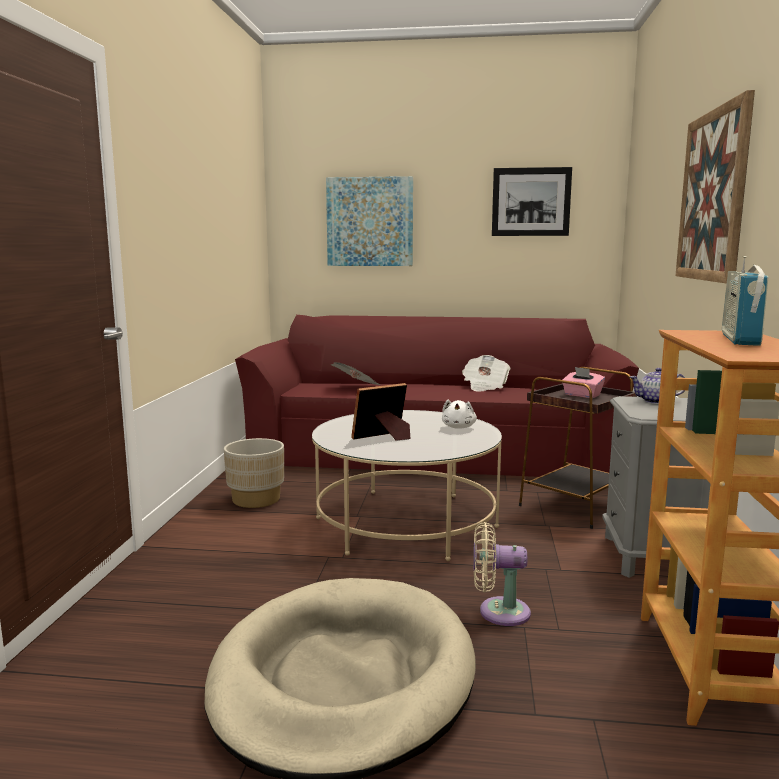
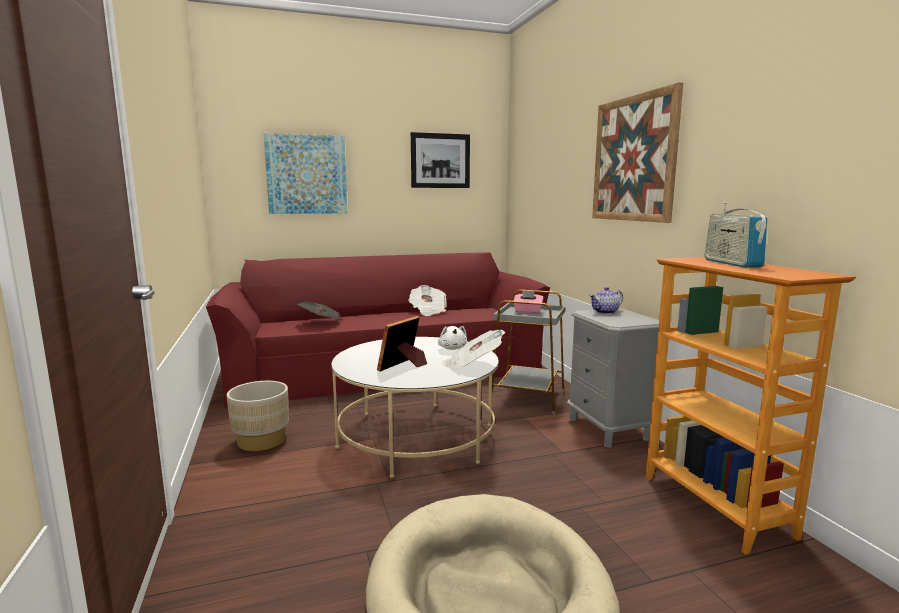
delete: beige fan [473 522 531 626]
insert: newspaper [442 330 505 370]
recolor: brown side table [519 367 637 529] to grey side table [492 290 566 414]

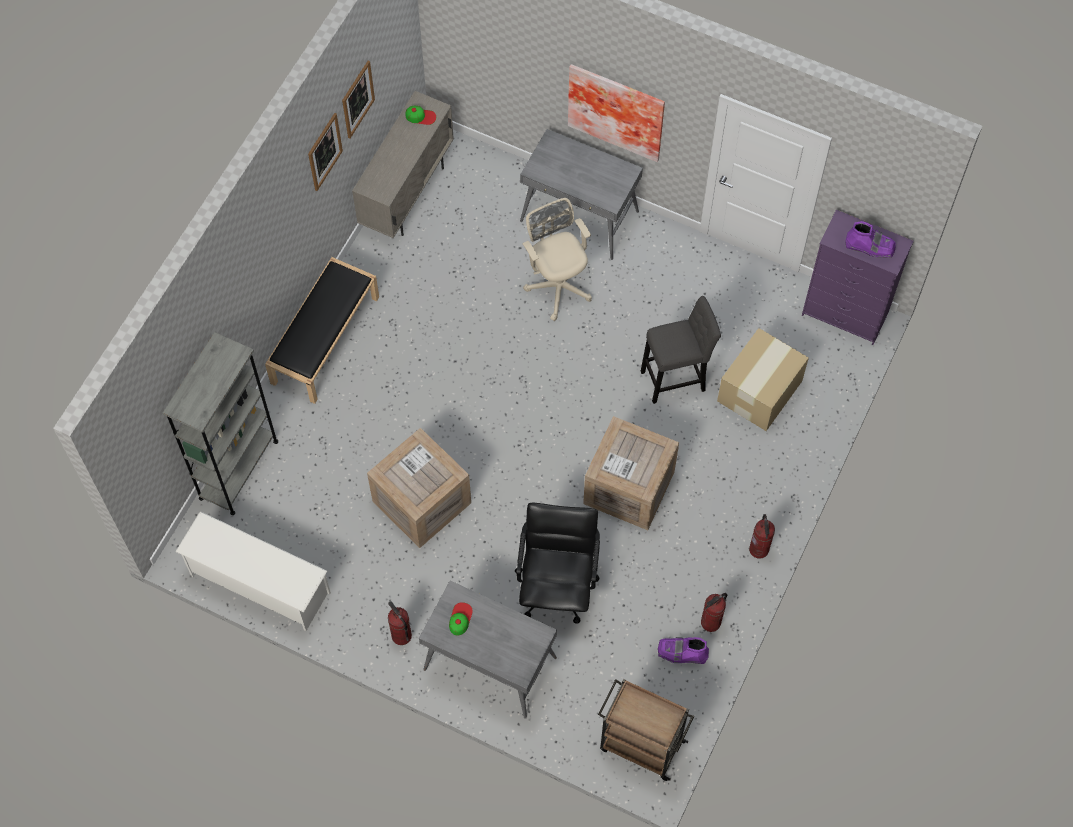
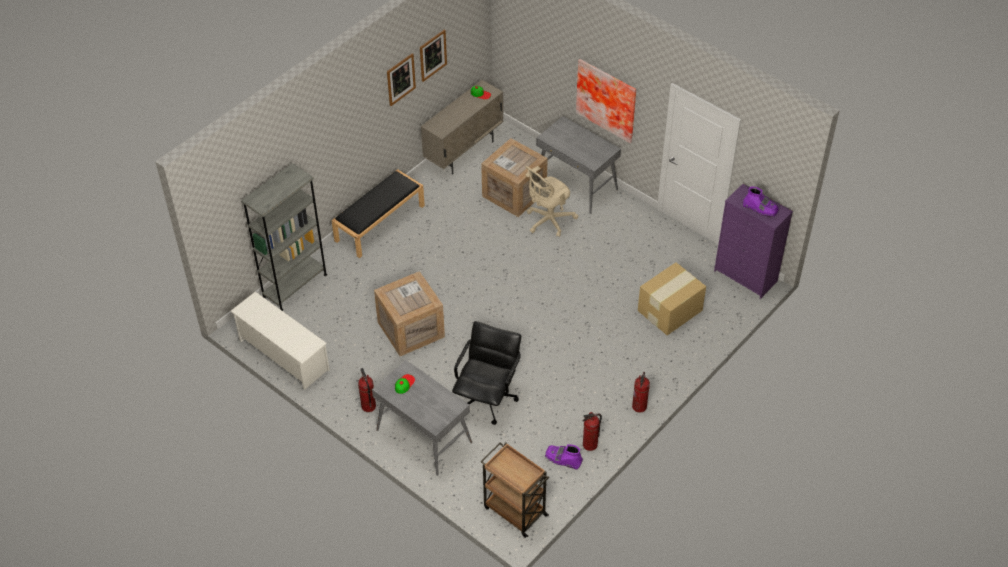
delete: grey stool [641 296 721 404]
move: crate [583 416 679 530] to [481 138 548 217]
rotate: beige office chair [522 198 592 321] = [525 166 578 237] 120 degrees counterclockwise

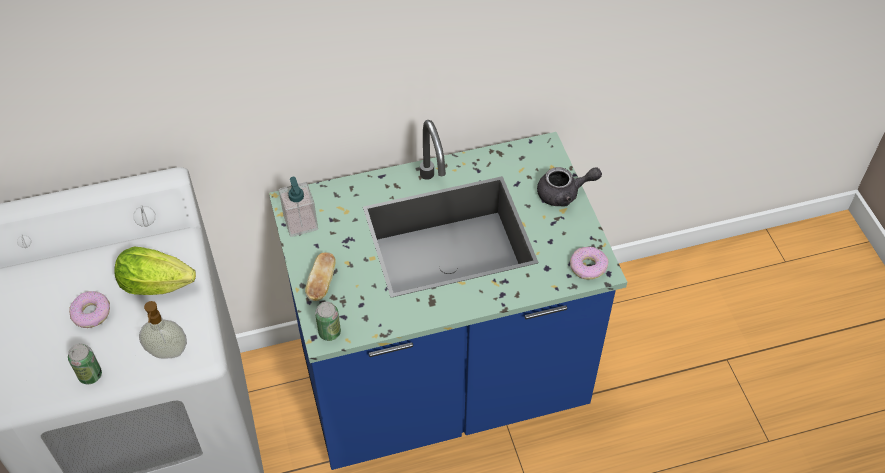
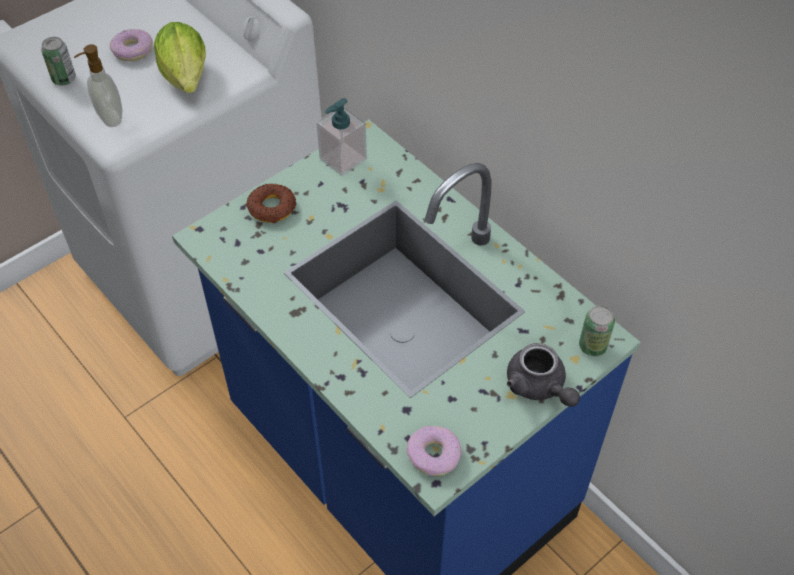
move: can [315 302 341 341] to [579 305 615 357]
replace: bread [305 252 336 301] to donut [247 184 296 223]

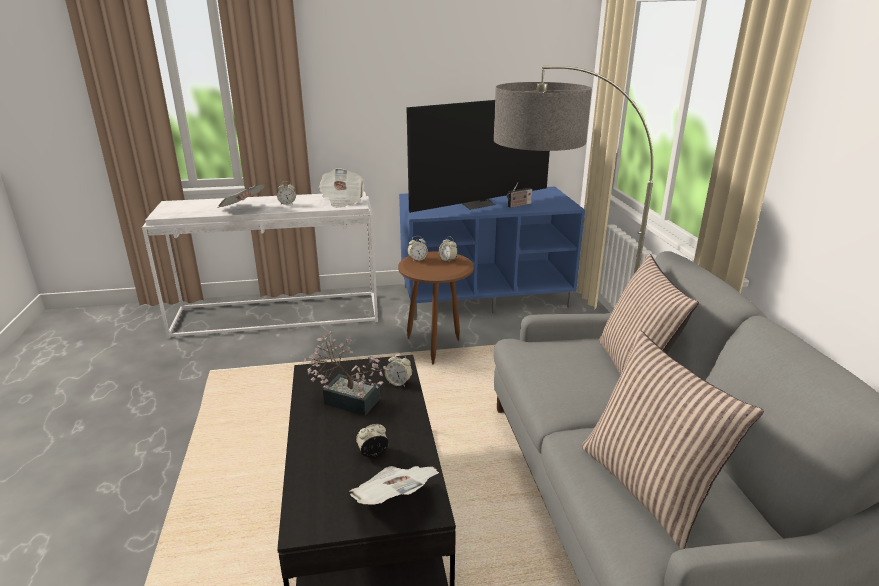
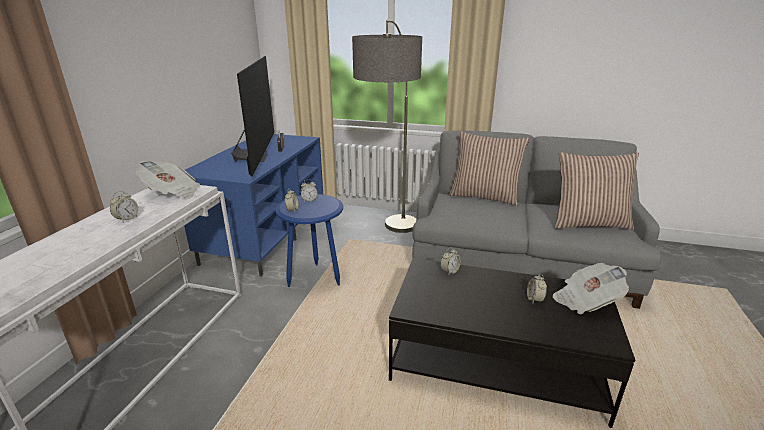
delete: newspaper [217 184 265 208]; potted plant [303 331 389 416]
recolor: brown side table [398 251 474 365] to blue side table [276 194 343 287]

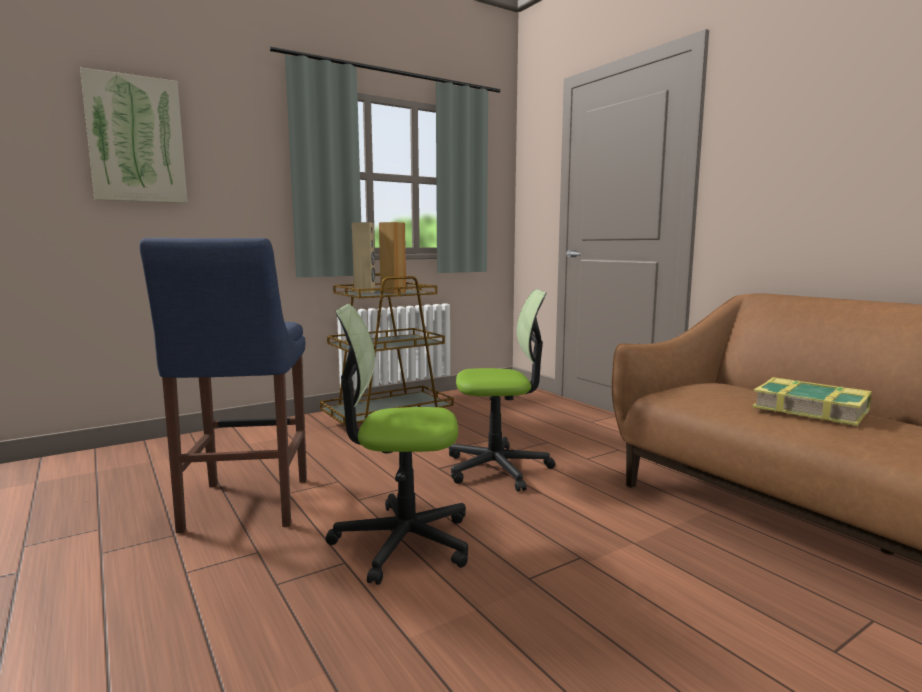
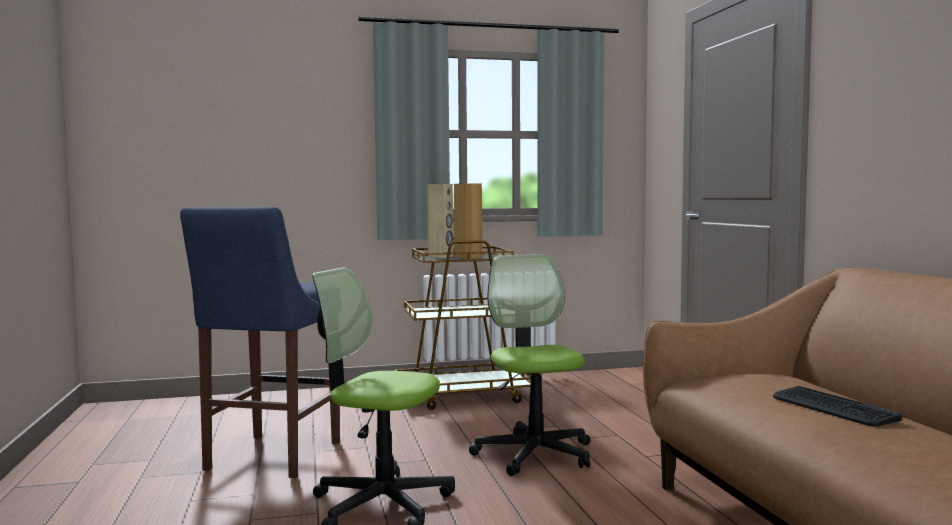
delete: picture [80 67 187 203]
replace: book [752 377 872 426] to keyboard [773 386 902 427]
rotate: office chair [449 289 555 492] = [469 254 590 476] 120 degrees counterclockwise

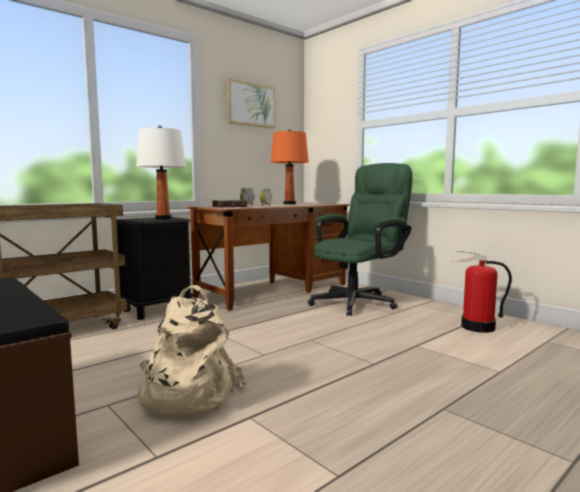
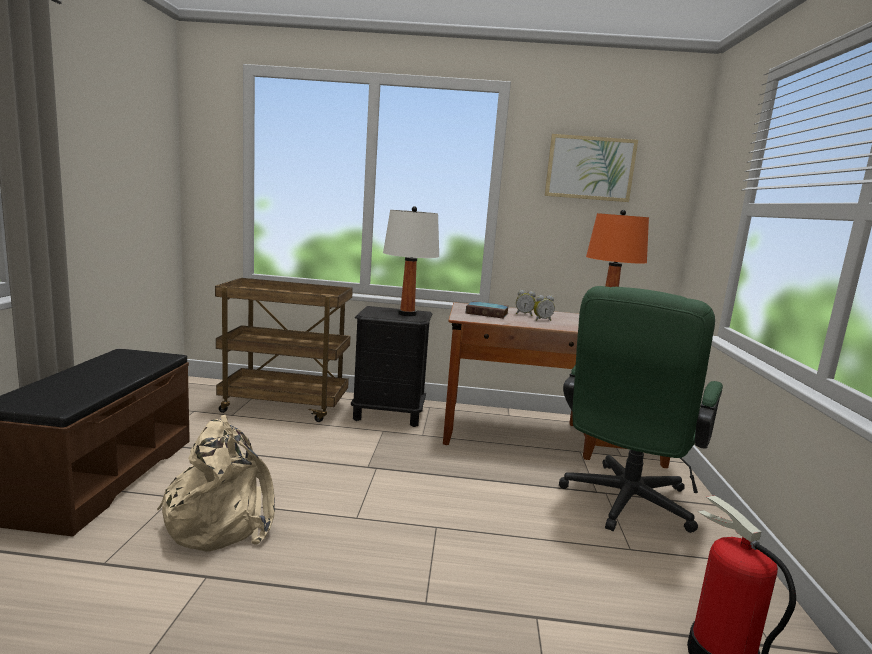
rotate: green office chair [308 163 413 316] = [559 286 723 533] 120 degrees clockwise

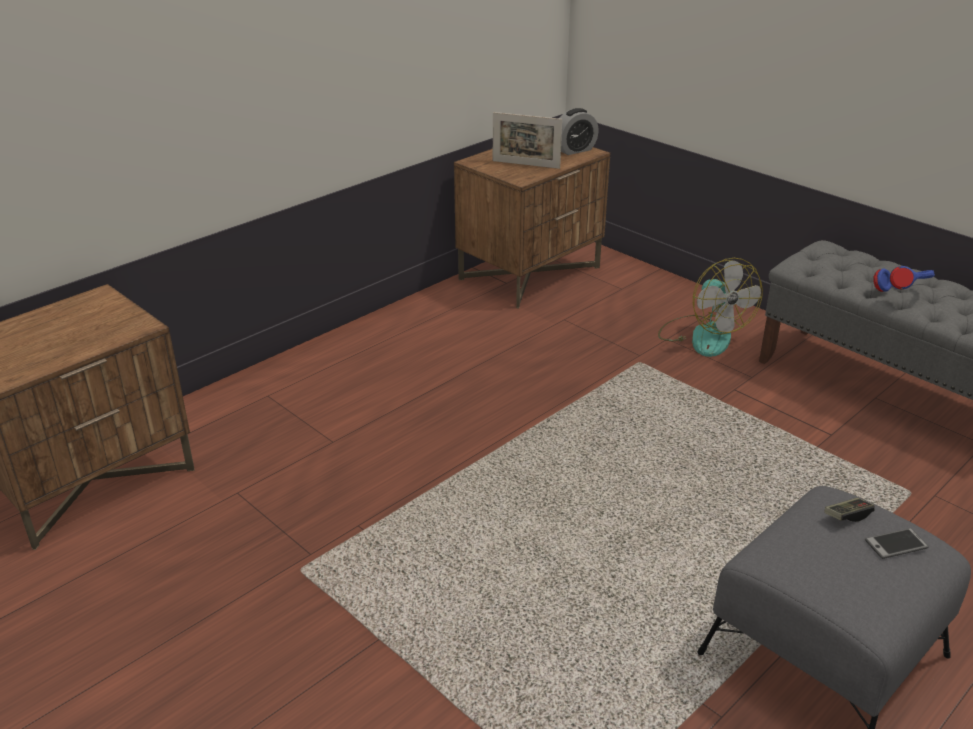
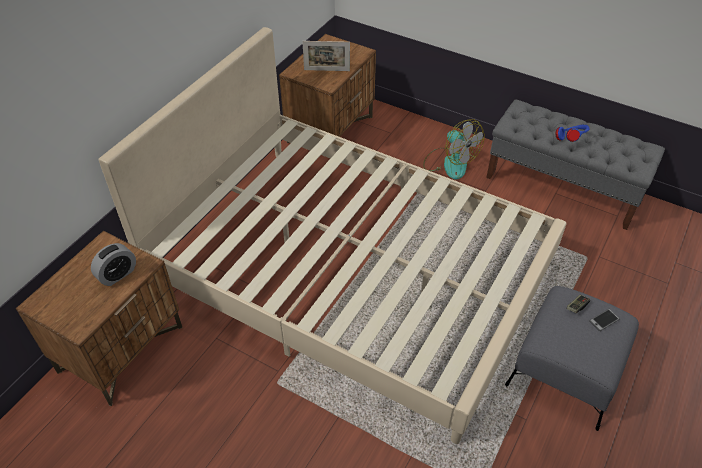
insert: beige bed [99 27 566 444]
move: alarm clock [559 108 599 155] to [91 243 136 286]

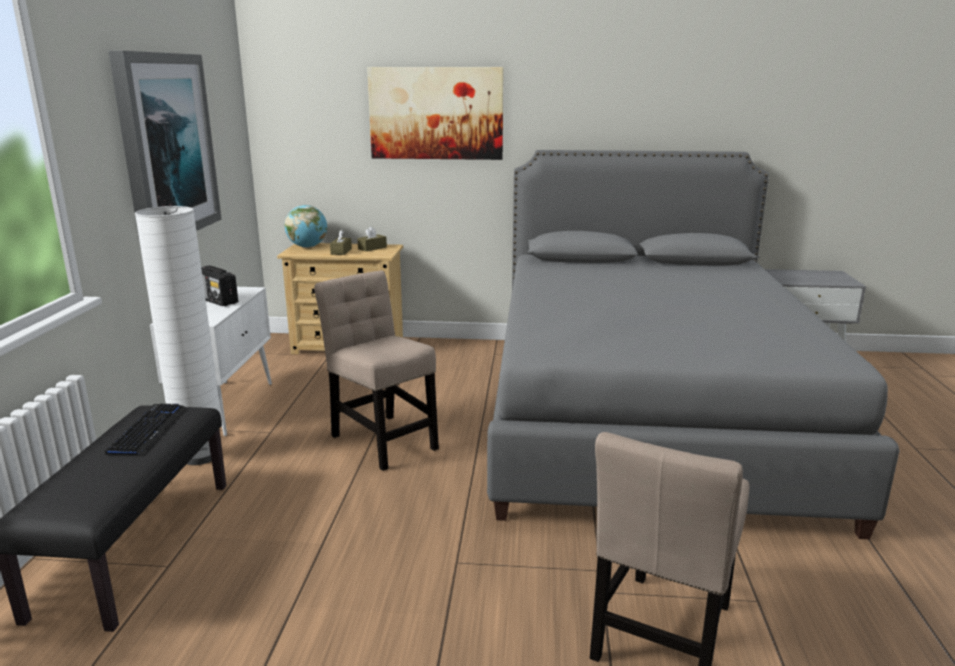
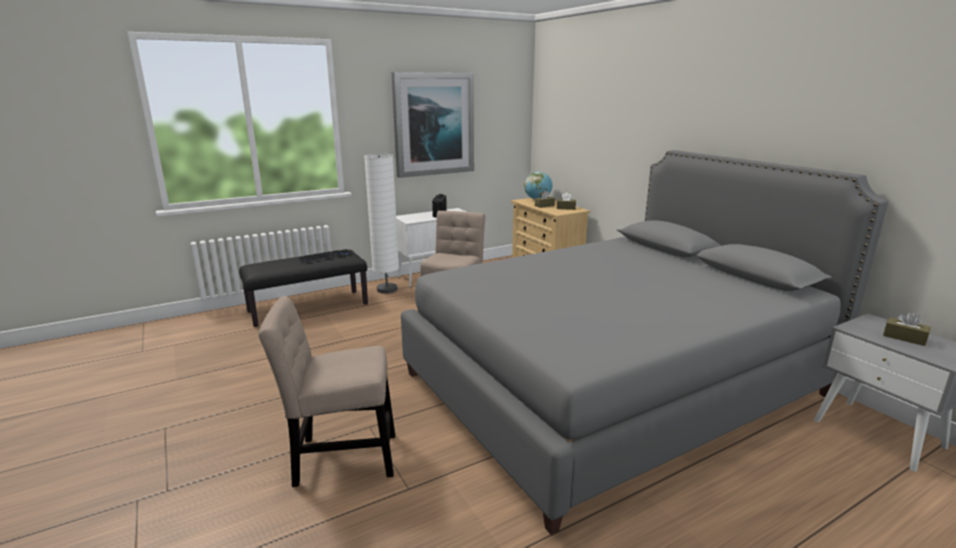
delete: picture [367 67 504 160]
insert: brown tissue box [883 312 931 346]

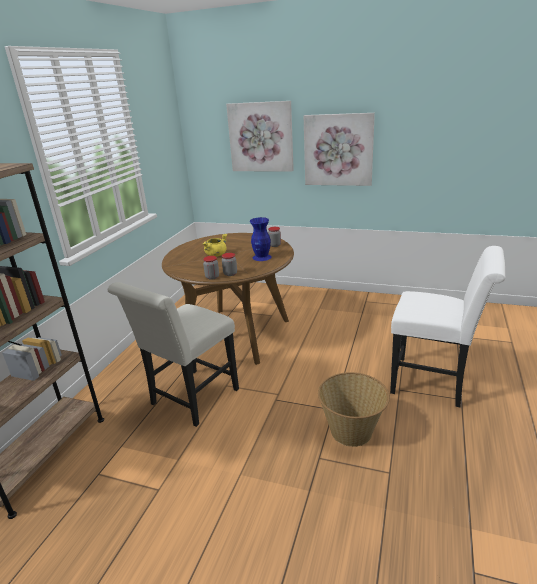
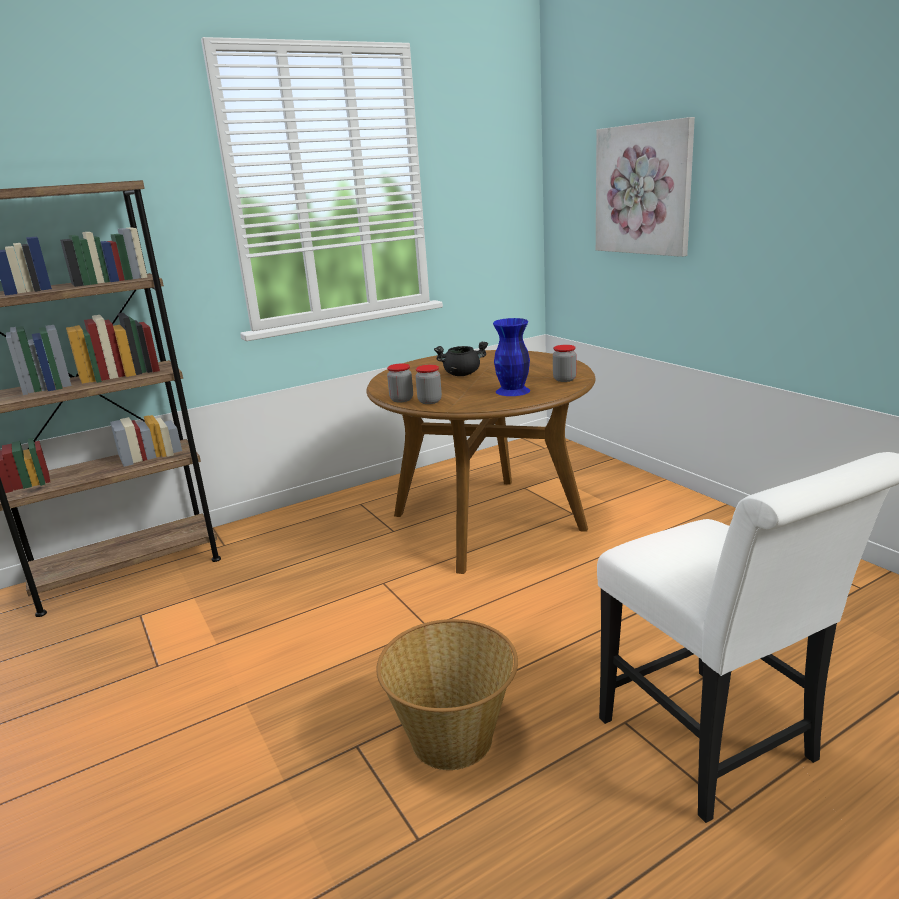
delete: white chair [108 282 239 427]; picture [304 113 375 186]
recolor: yellow cooking pot [203 234 227 257] to black cooking pot [434 342 488 376]

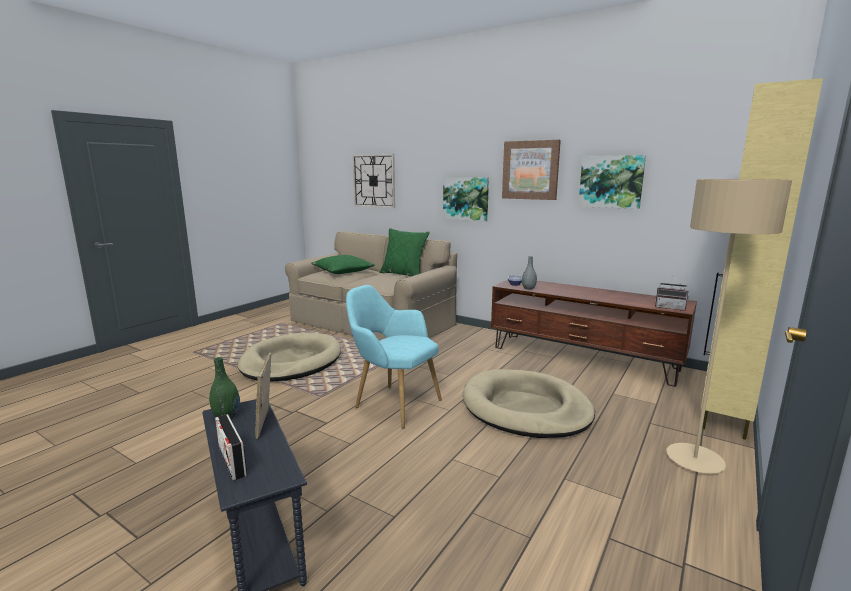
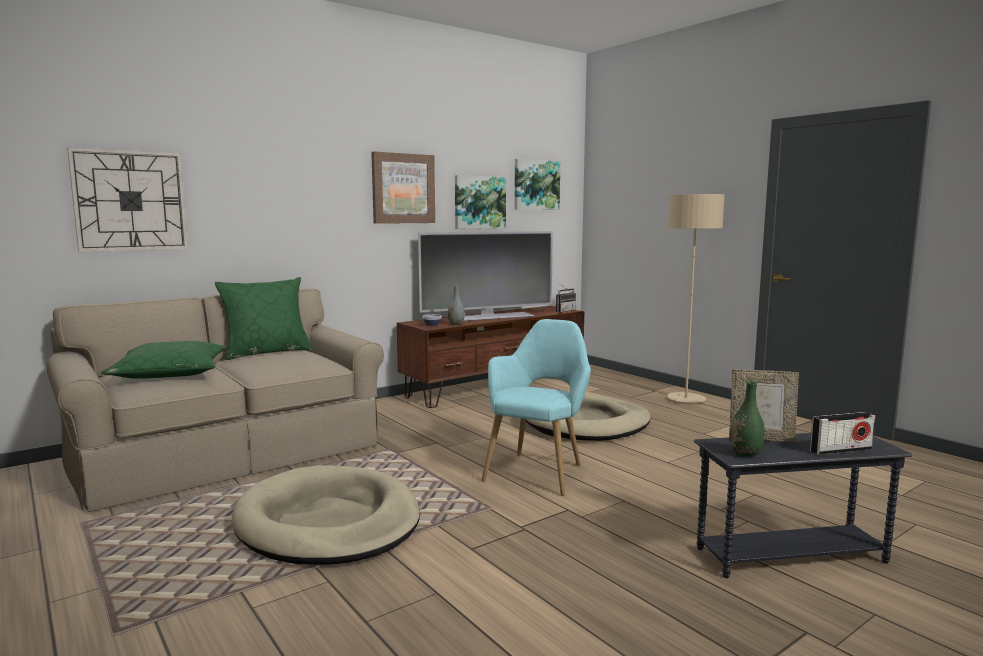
delete: beige cabinet [701 78 823 440]
insert: television [418 231 553 321]
move: picture [443 177 489 222] to [515 159 560 210]
rotate: turquoise armchair [346 285 442 428] = [482 319 591 496] 150 degrees clockwise

